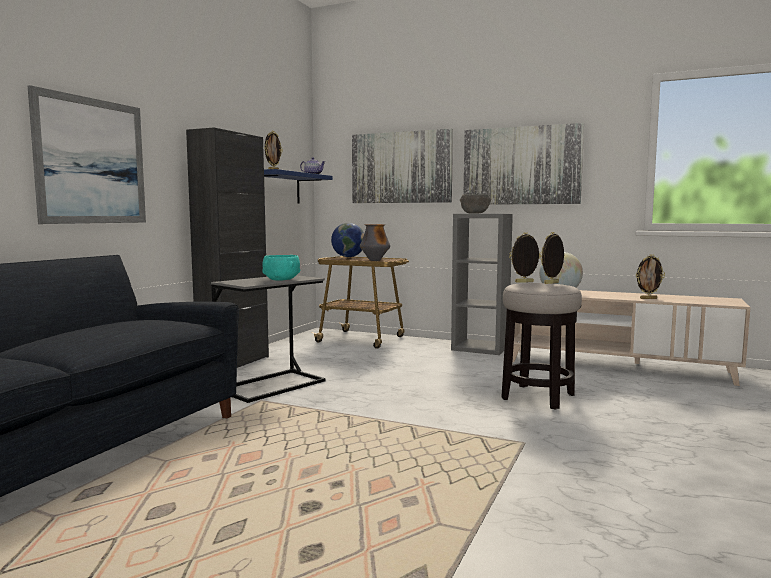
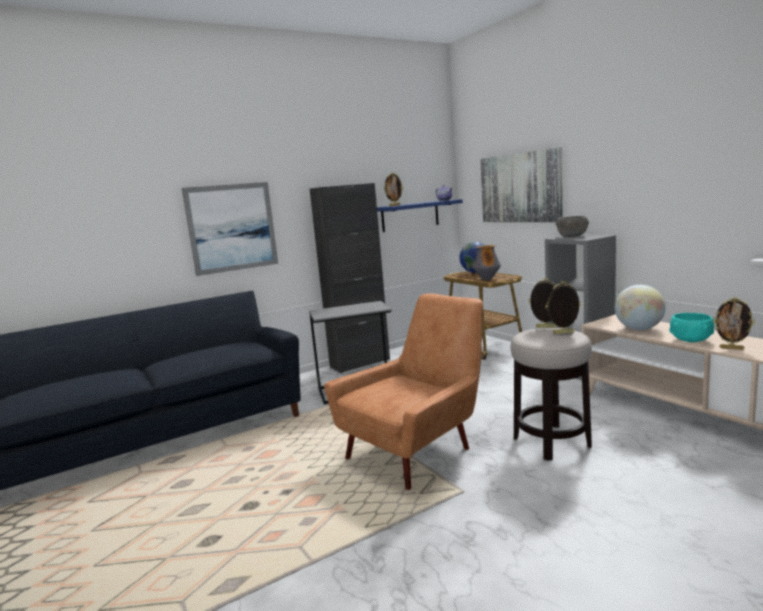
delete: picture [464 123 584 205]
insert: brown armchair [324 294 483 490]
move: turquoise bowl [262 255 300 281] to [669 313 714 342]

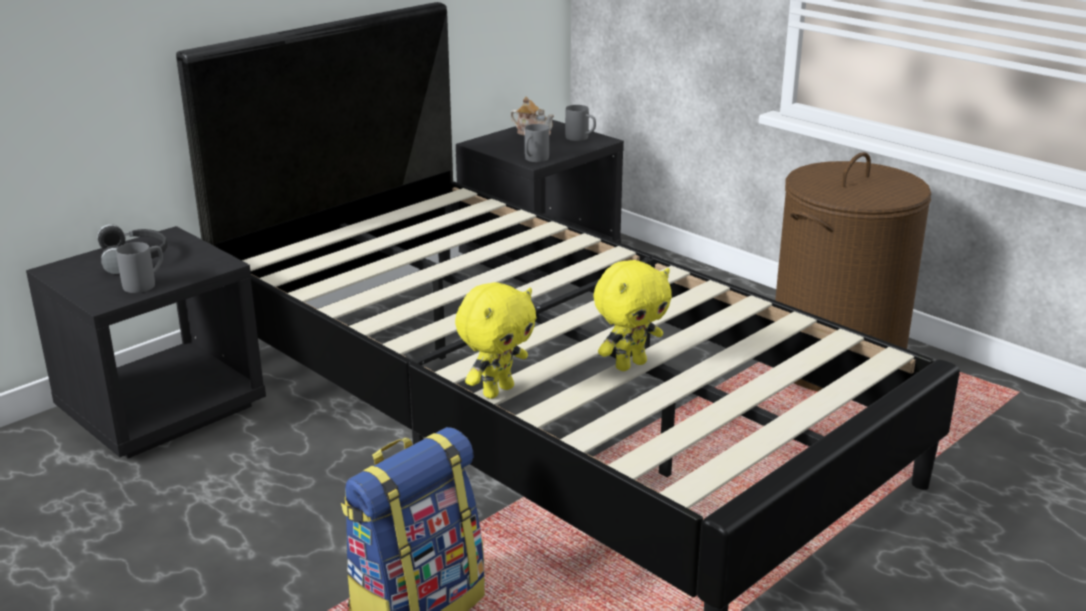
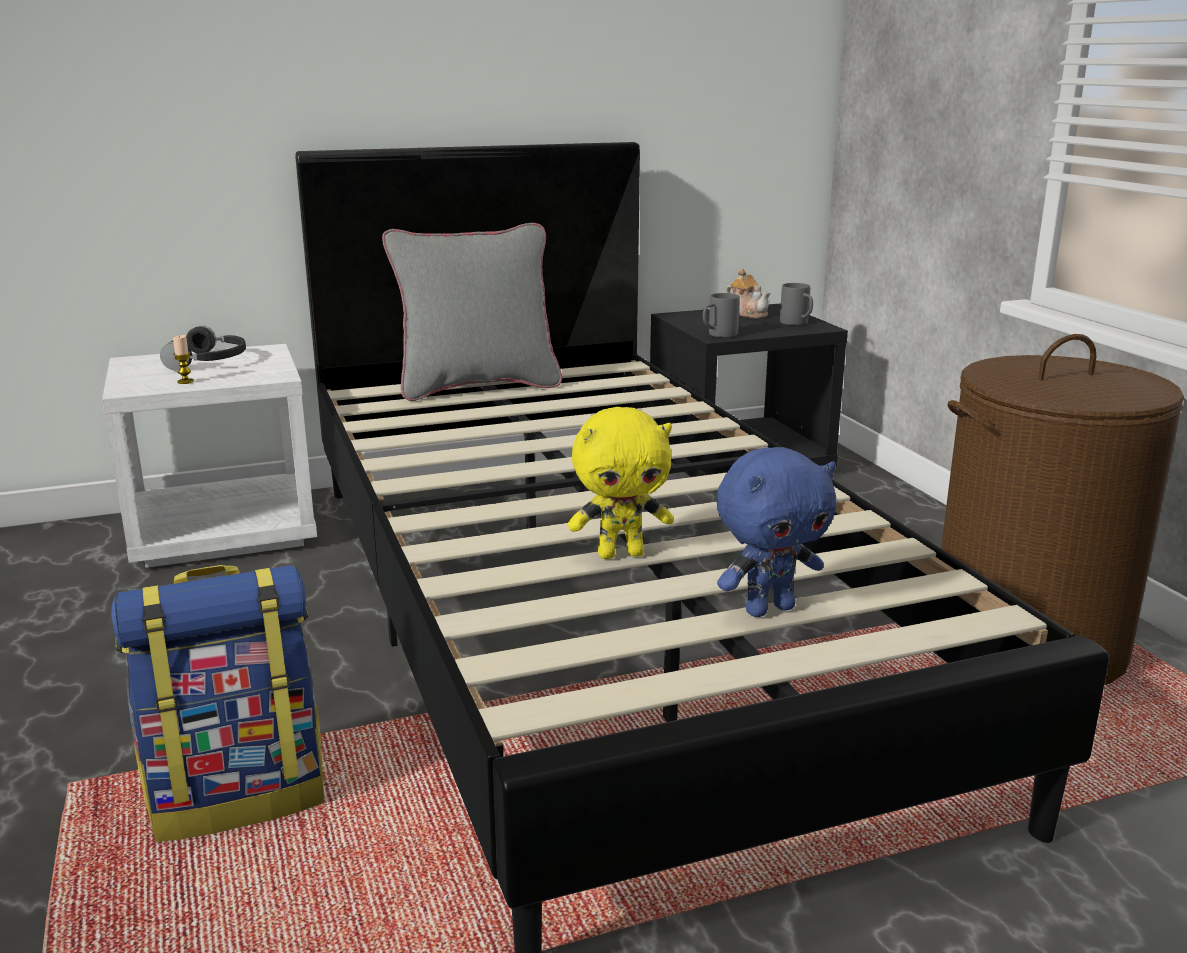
delete: yellow plush toy [455 282 536 399]
insert: grey pillow [382 223 562 401]; blue plush toy [716 447 836 617]
replace: grey mug [116 242 163 293] to candle [173 335 194 384]
recolor: black nightstand [26 226 266 458] to white nightstand [102 344 317 568]

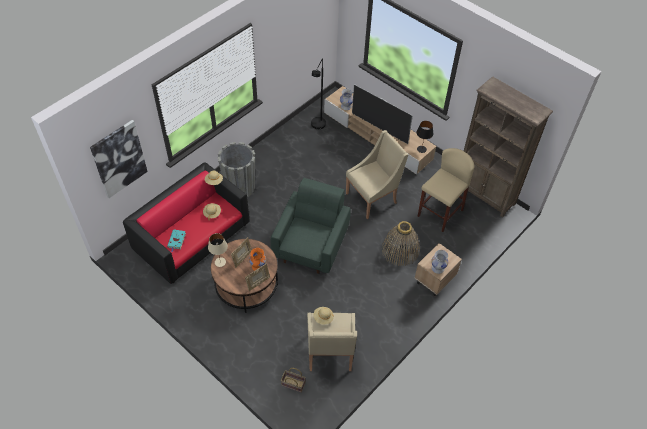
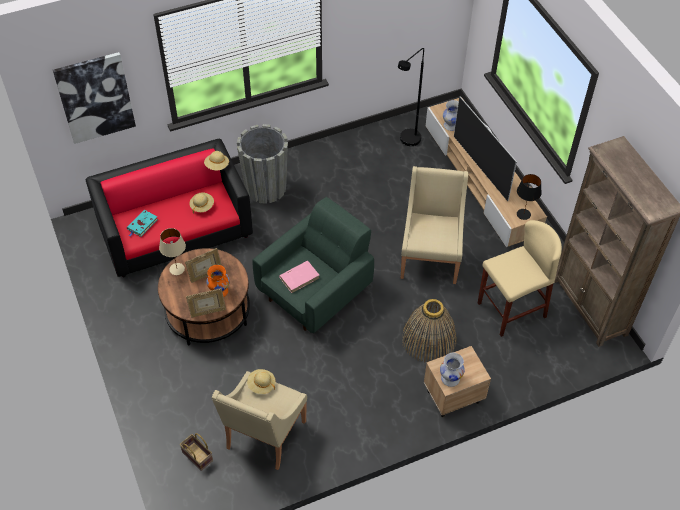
insert: pink book [279 261 319 293]
rotate: beige armchair [346 130 408 219] = [401 166 468 284] 75 degrees counterclockwise

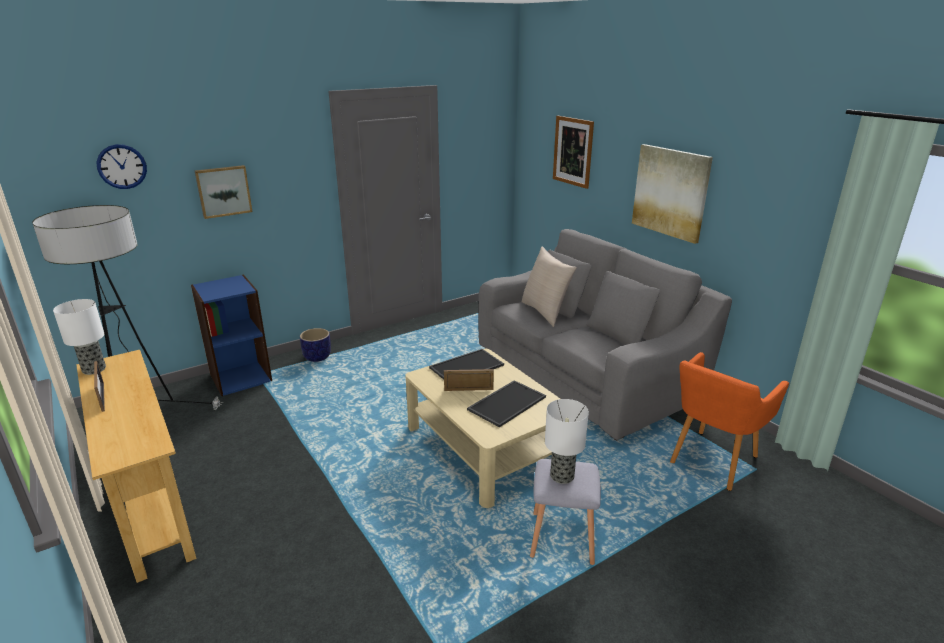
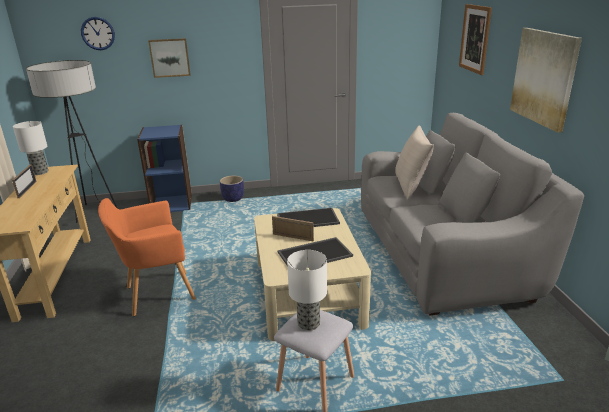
move: orange armchair [670 352 789 491] to [98 198 196 316]

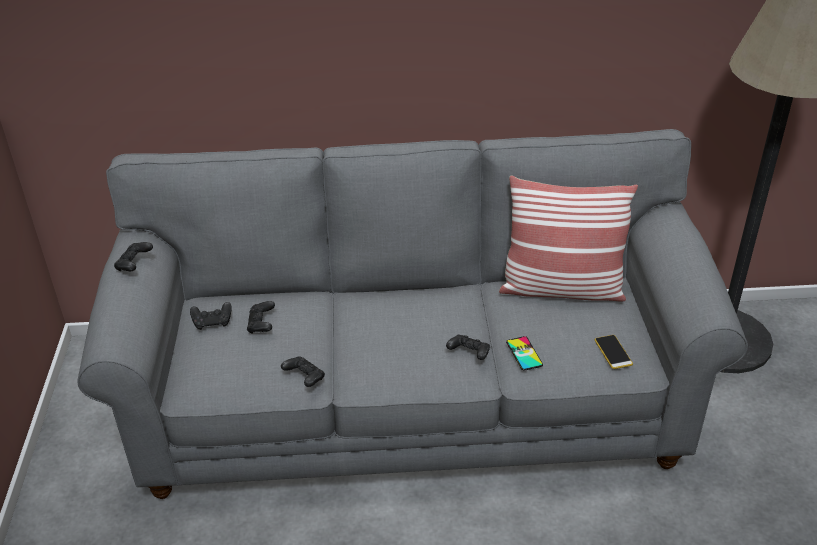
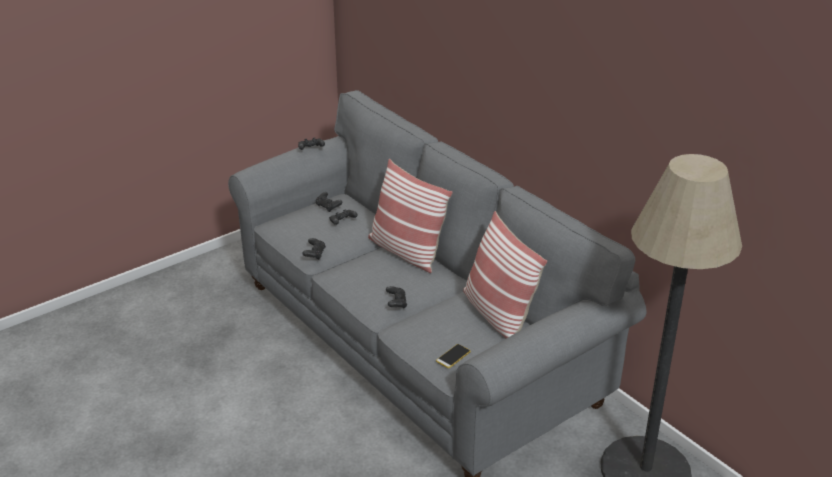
delete: phone [506 336 543 371]
insert: pillow [368 159 453 273]

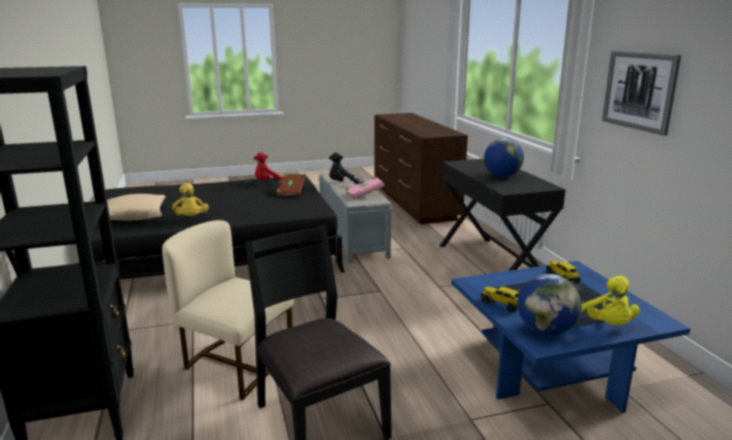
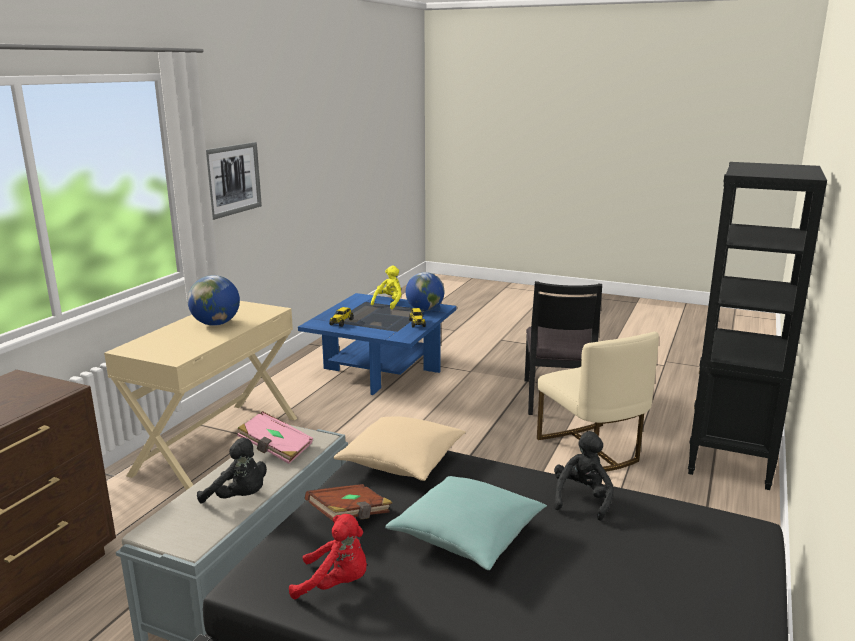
insert: turquoise pillow [385 476 547 570]
move: beige pillow [107 194 166 220] to [334 416 466 481]
recolor: yellow plush toy [172 183 209 216] to black plush toy [554 431 614 521]; black desk [439 159 566 271] to beige desk [104 301 297 490]

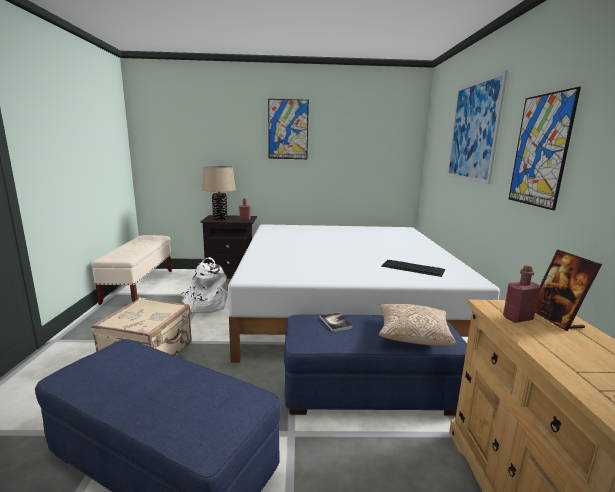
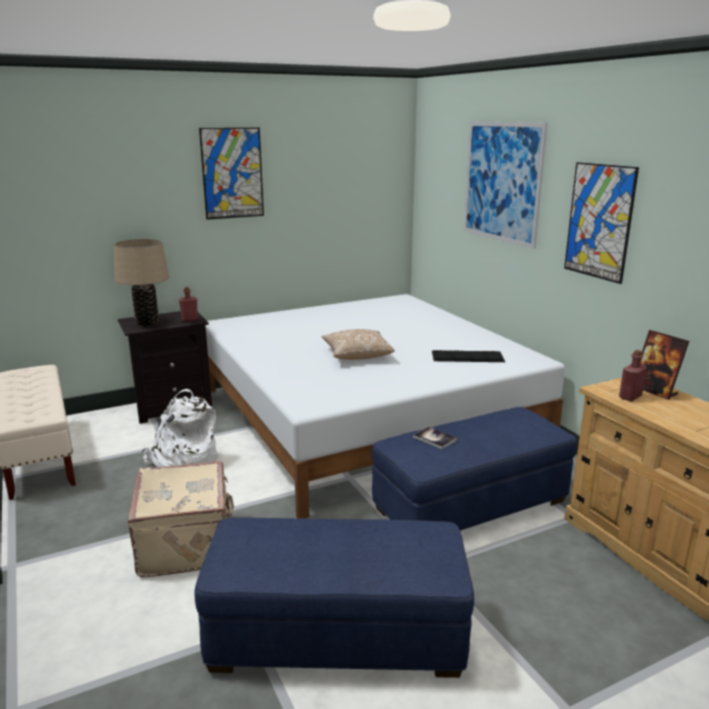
move: pillow [379 304 456 346] to [322 329 395 360]

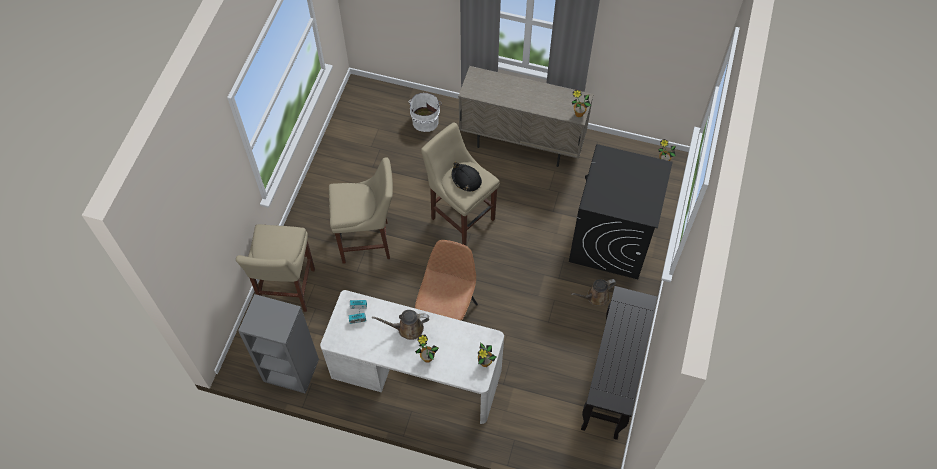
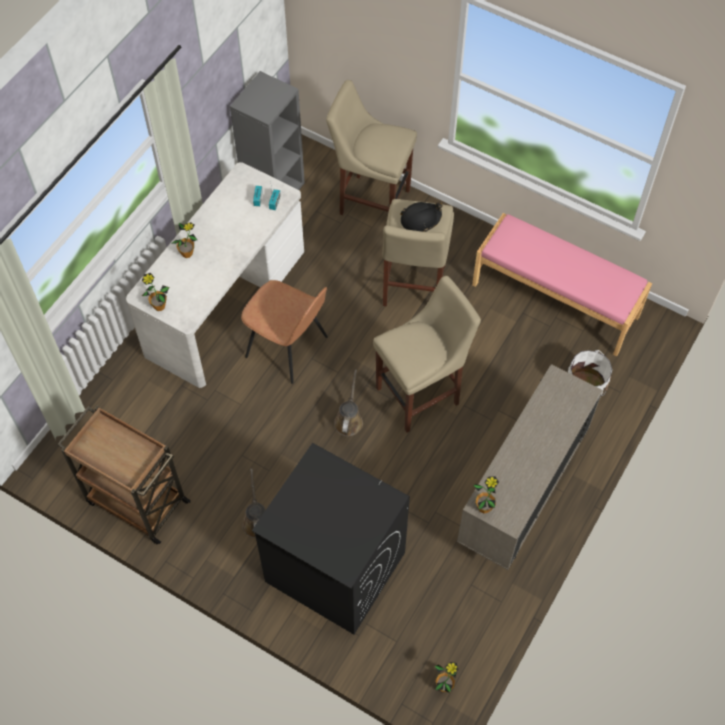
insert: pink bench [472 213 652 356]
move: brown watering can [372 310 429 340] to [334 370 363 436]; black hard hat [452 162 482 192] to [401 202 443 232]
replace: black console table [581 286 657 440] to brown cart [57 406 191 544]

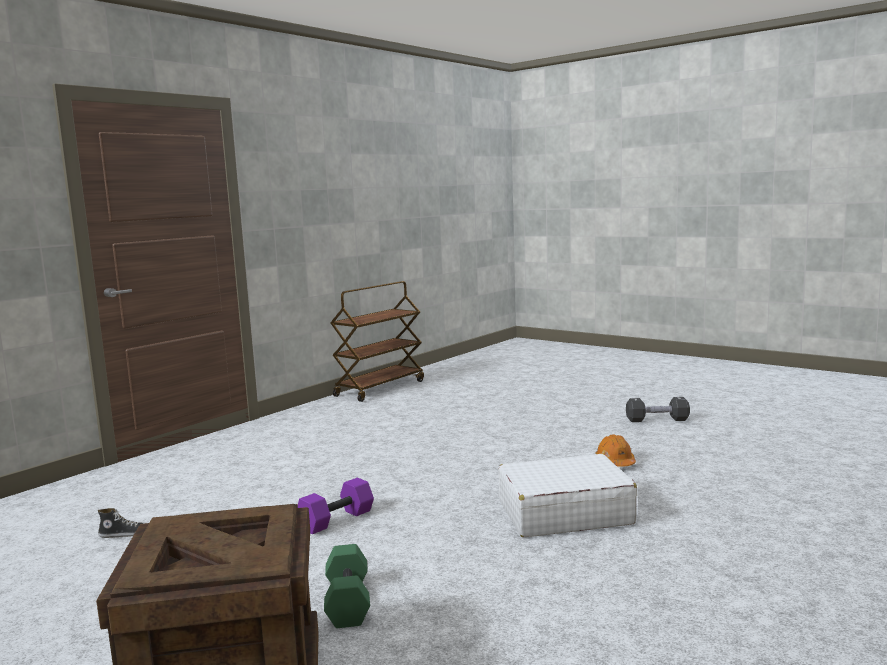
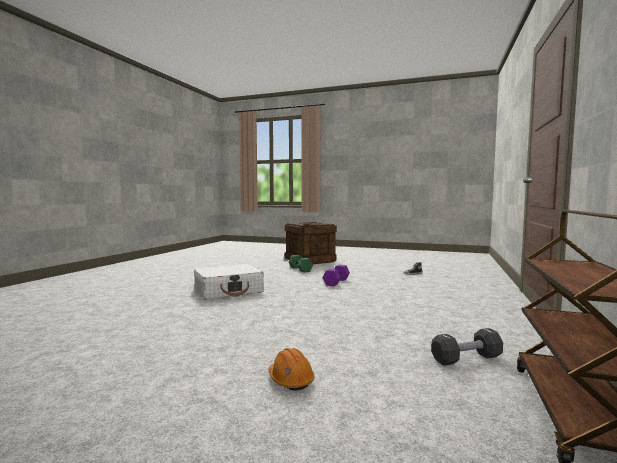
move: orange hard hat [596 435 636 467] to [268 348 314 390]; black dumbbell [626 397 690 422] to [431 328 503 366]

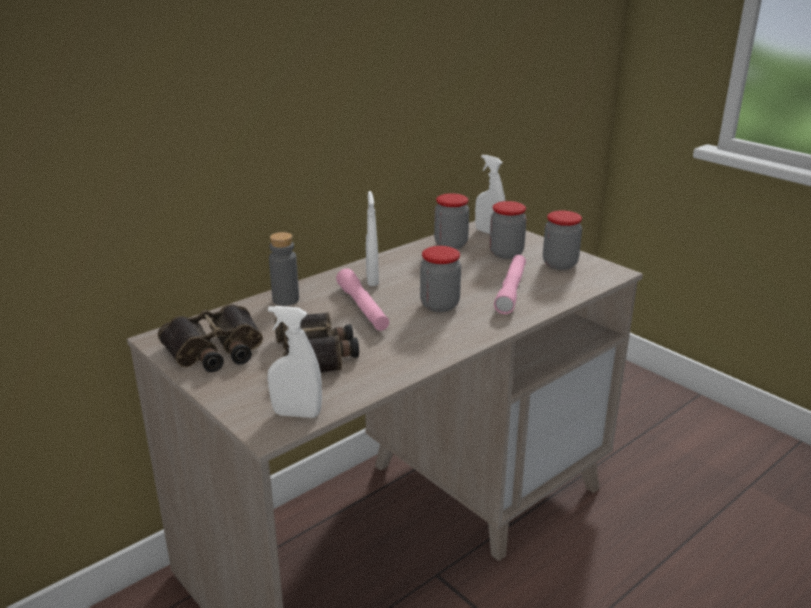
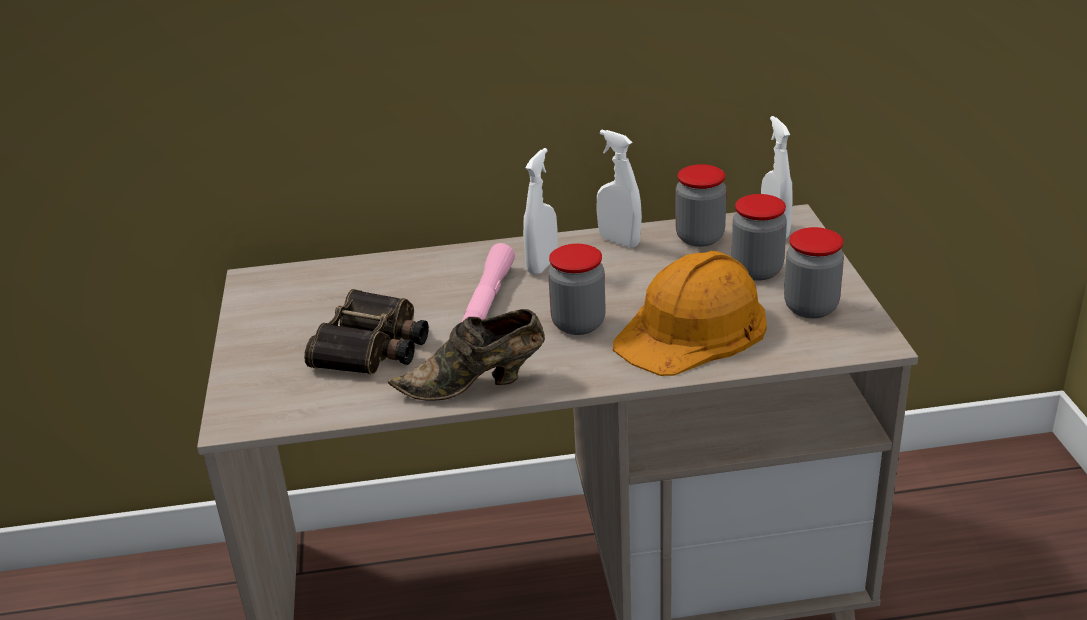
delete: binoculars [158 304 263 372]; grey bottle [269 232 299 306]
insert: brown shoe [388 309 545 401]
move: white spray bottle [268 306 322 418] to [597 130 642 248]
replace: pink flashlight [494 255 526 314] to orange hard hat [613 251 767 376]

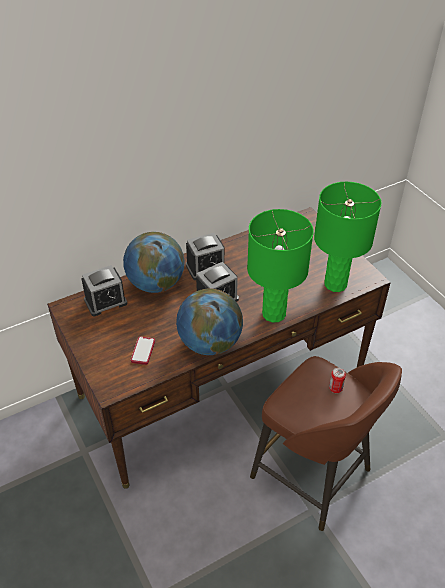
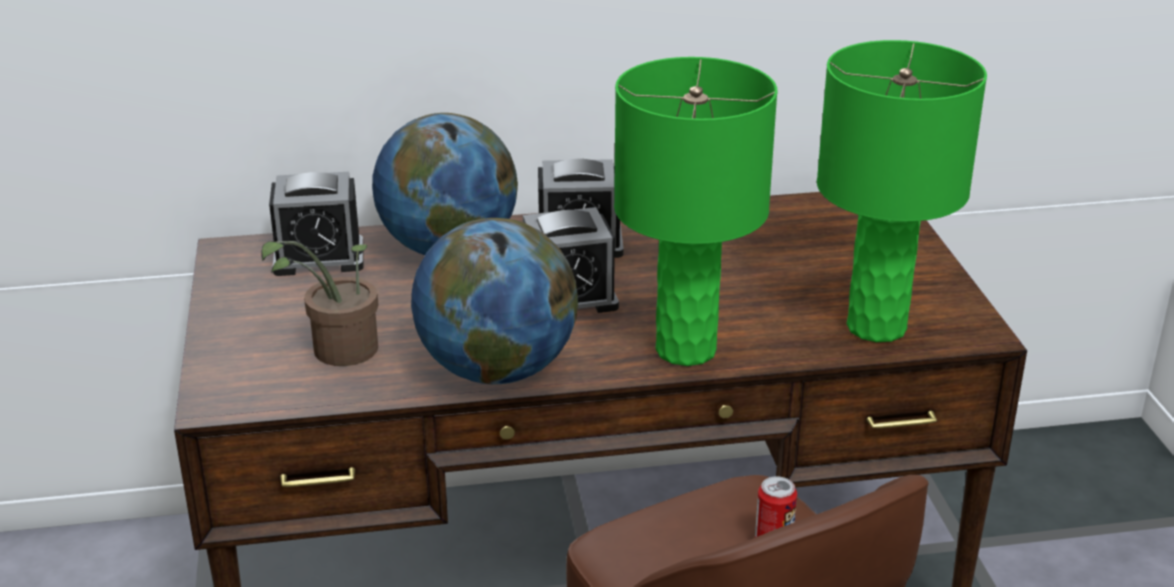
replace: phone [131 337 155 365] to potted plant [261 241 378 366]

